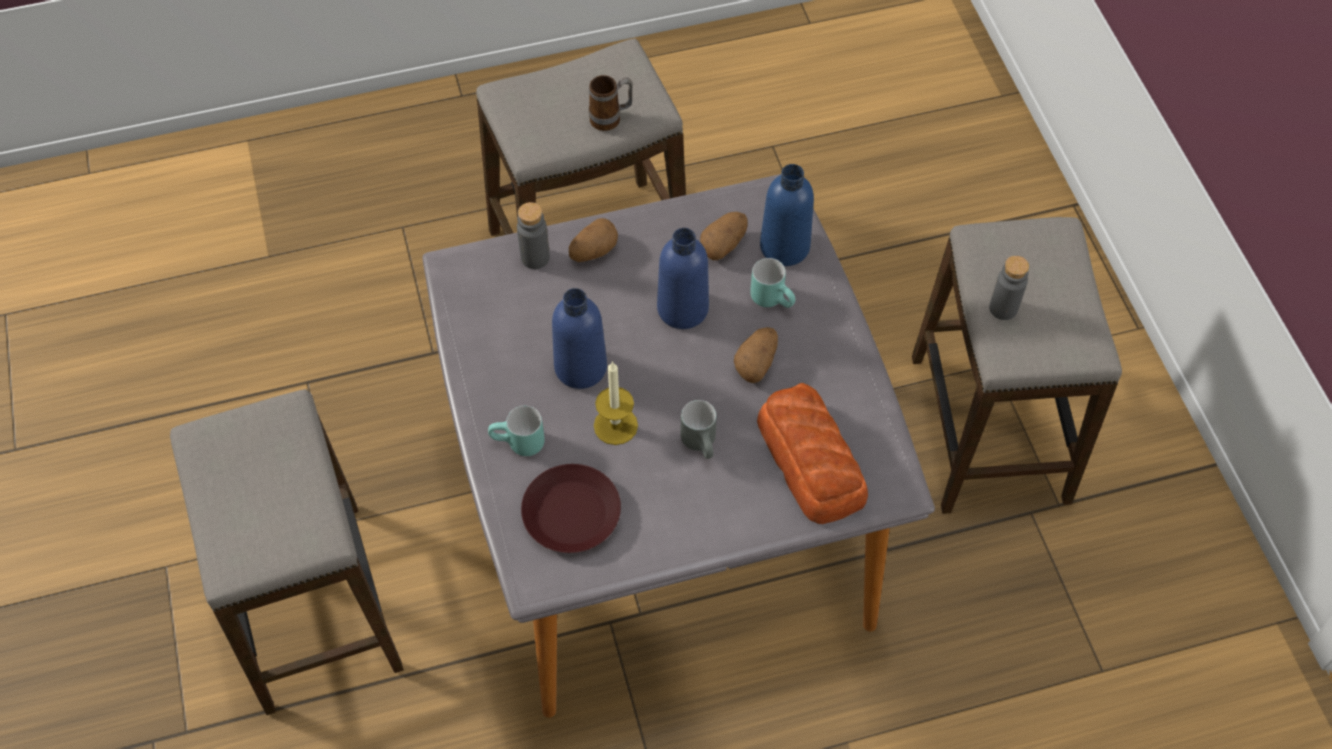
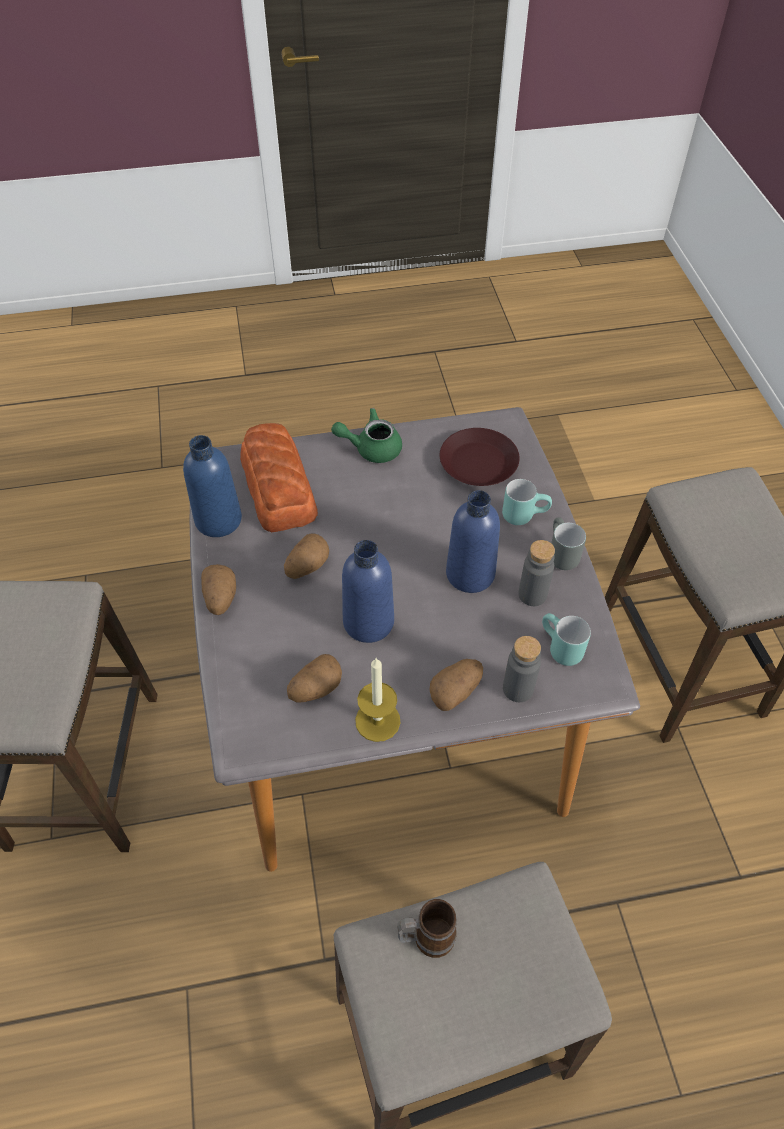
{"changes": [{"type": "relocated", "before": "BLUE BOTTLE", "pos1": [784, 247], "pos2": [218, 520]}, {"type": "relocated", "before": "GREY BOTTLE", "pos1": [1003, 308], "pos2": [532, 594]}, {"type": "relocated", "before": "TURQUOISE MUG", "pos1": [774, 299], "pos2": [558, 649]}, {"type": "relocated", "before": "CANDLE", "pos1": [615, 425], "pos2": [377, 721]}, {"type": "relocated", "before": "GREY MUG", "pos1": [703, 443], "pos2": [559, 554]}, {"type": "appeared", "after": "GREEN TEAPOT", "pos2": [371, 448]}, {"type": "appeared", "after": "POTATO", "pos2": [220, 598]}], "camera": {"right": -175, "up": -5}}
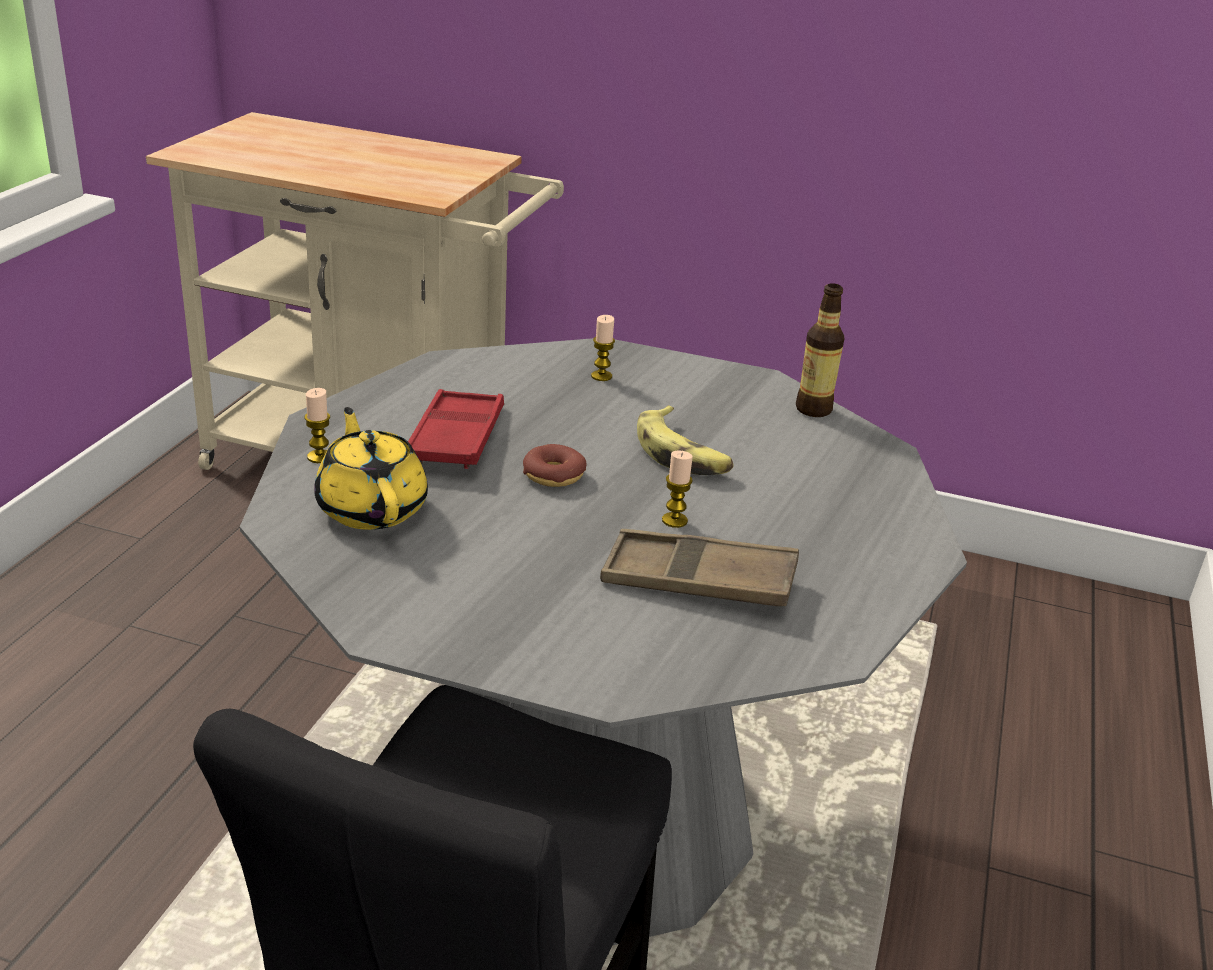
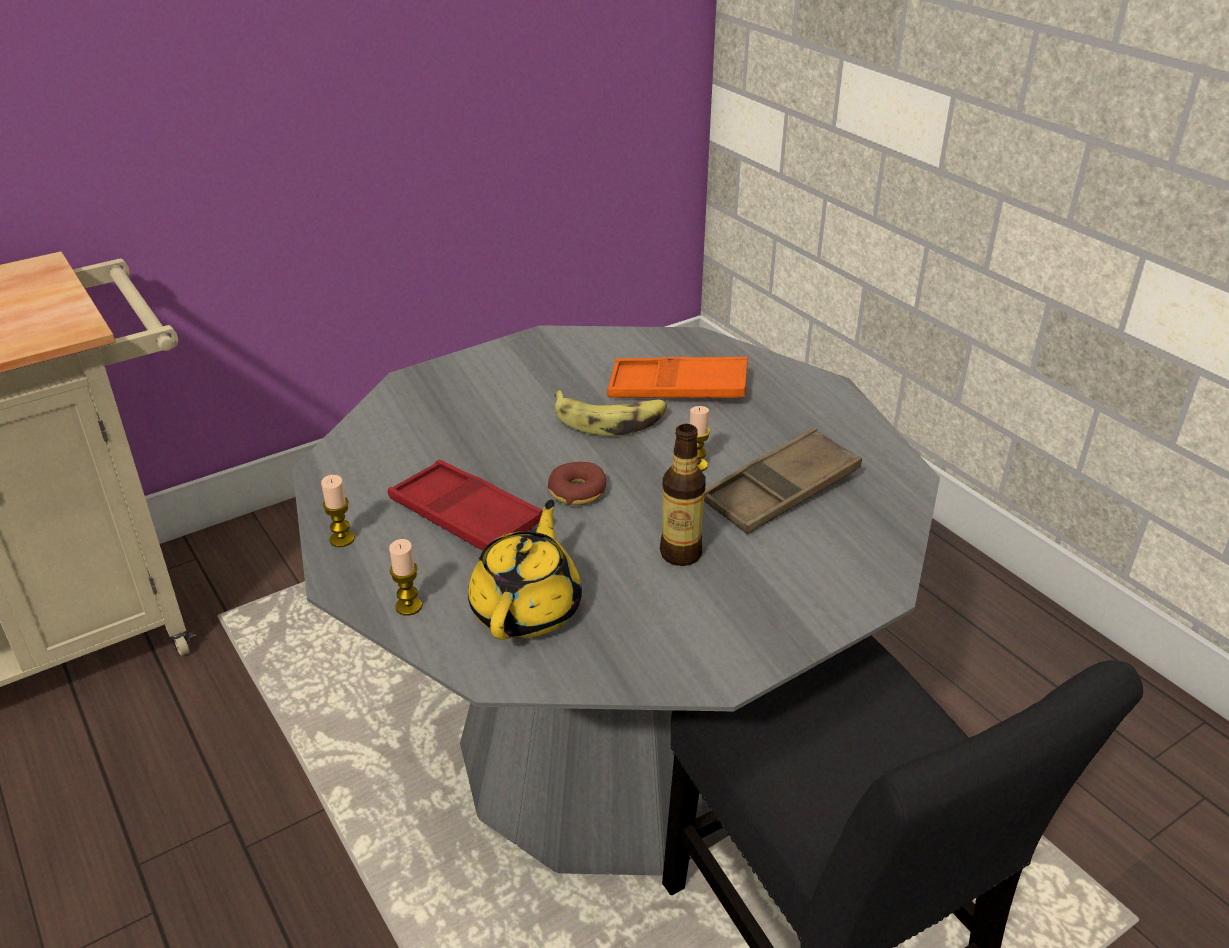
{"changes": [{"type": "relocated", "before": "BOTTLE", "pos1": [813, 409], "pos2": [681, 553]}, {"type": "relocated", "before": "CANDLE", "pos1": [601, 376], "pos2": [342, 539]}, {"type": "spun", "before": "YELLOW TEAPOT", "pos1": [372, 507], "pos2": [527, 608], "turn": 90}, {"type": "appeared", "after": "ORANGE TRAY", "pos2": [678, 388]}], "camera": {"right": -50, "up": 5}}
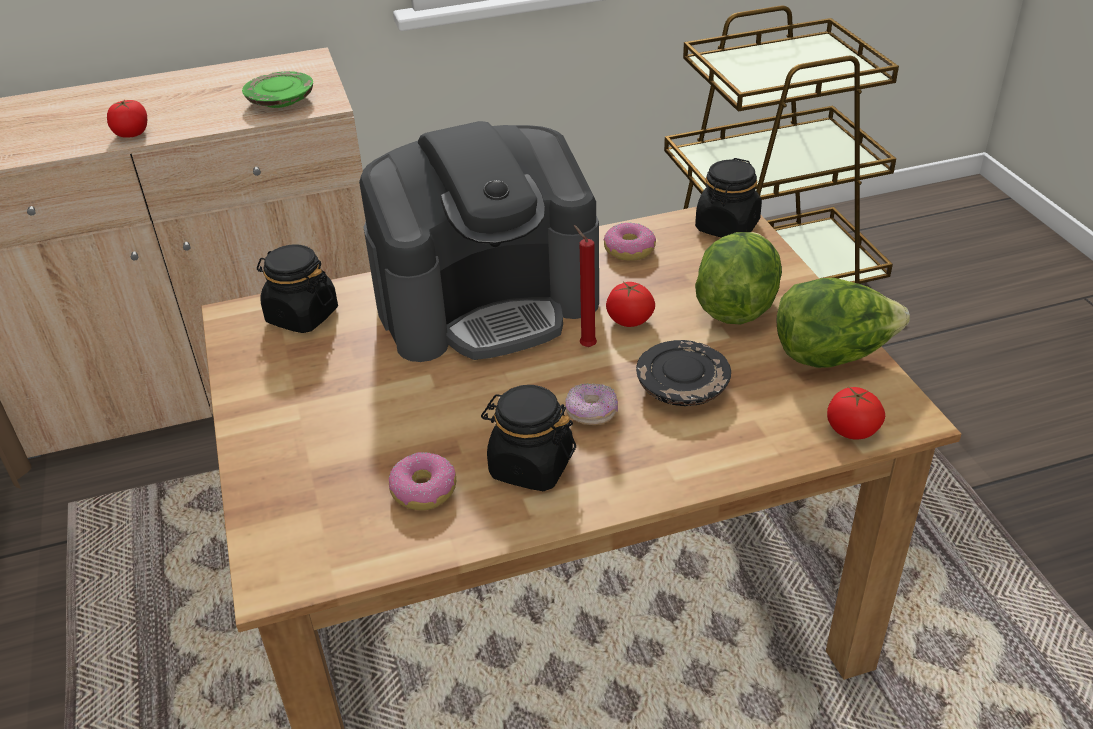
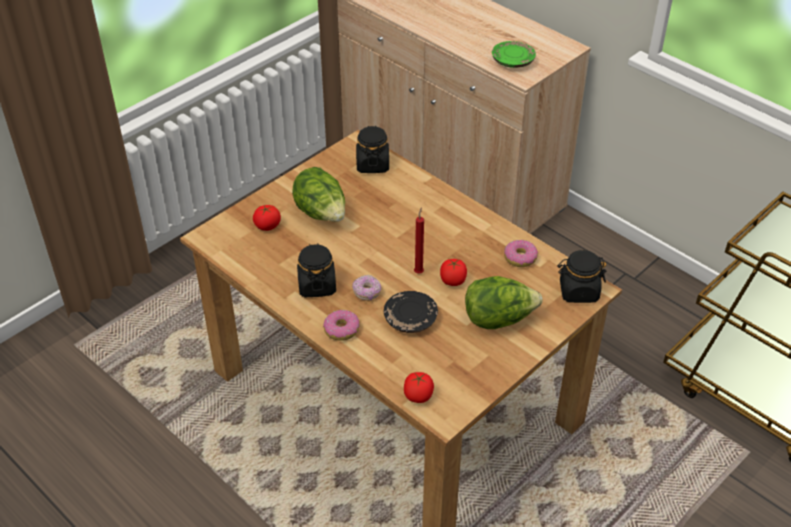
{"changes": [{"type": "relocated", "before": "TOMATO", "pos1": [132, 133], "pos2": [267, 226]}, {"type": "missing", "before": "COFFEE MACHINE", "pos1": [487, 302]}, {"type": "relocated", "before": "LETTUCE", "pos1": [832, 355], "pos2": [321, 214]}, {"type": "relocated", "before": "DONUT", "pos1": [423, 490], "pos2": [341, 329]}], "camera": {"right": 60, "up": 5}}
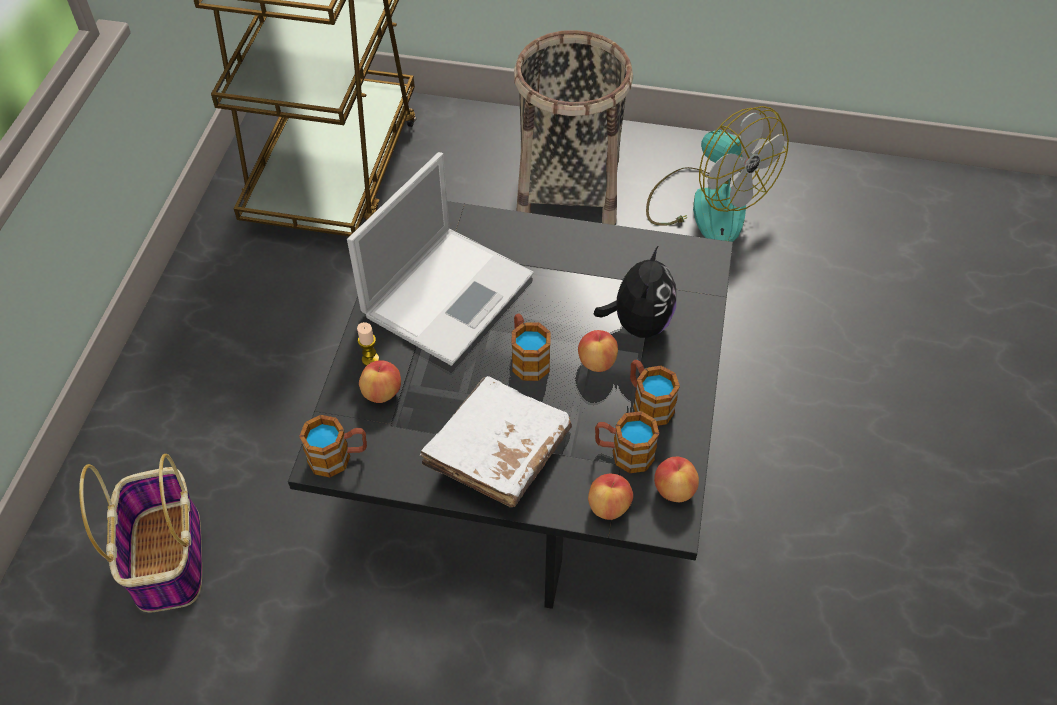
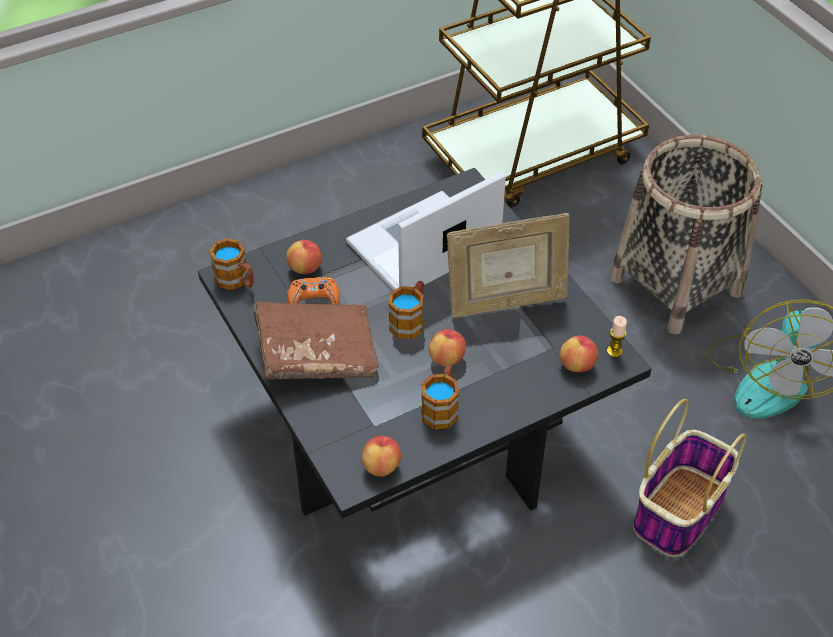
{"changes": [{"type": "spun", "before": "LAPTOP", "pos1": [449, 292], "pos2": [421, 247], "turn": 150}, {"type": "missing", "before": "PLUSH TOY", "pos1": [638, 323]}, {"type": "relocated", "before": "CANDLE", "pos1": [370, 359], "pos2": [614, 351]}, {"type": "colour", "before": "WHITE BOOK", "after": "BROWN BOOK", "pos1": [498, 453], "pos2": [317, 354]}, {"type": "missing", "before": "MUG", "pos1": [623, 453]}, {"type": "relocated", "before": "BASKET", "pos1": [167, 555], "pos2": [679, 509]}, {"type": "relocated", "before": "APPLE", "pos1": [609, 506], "pos2": [577, 365]}, {"type": "appeared", "after": "PICTURE FRAME", "pos2": [506, 304]}, {"type": "appeared", "after": "ORANGE GAME CONTROLLER", "pos2": [313, 298]}], "camera": {"right": 50, "up": -5}}
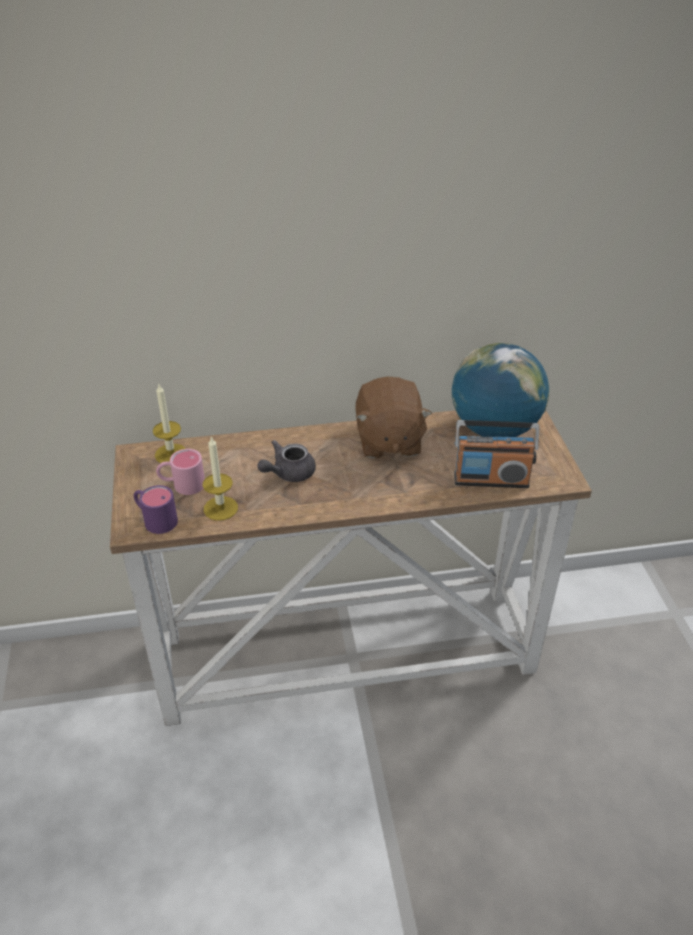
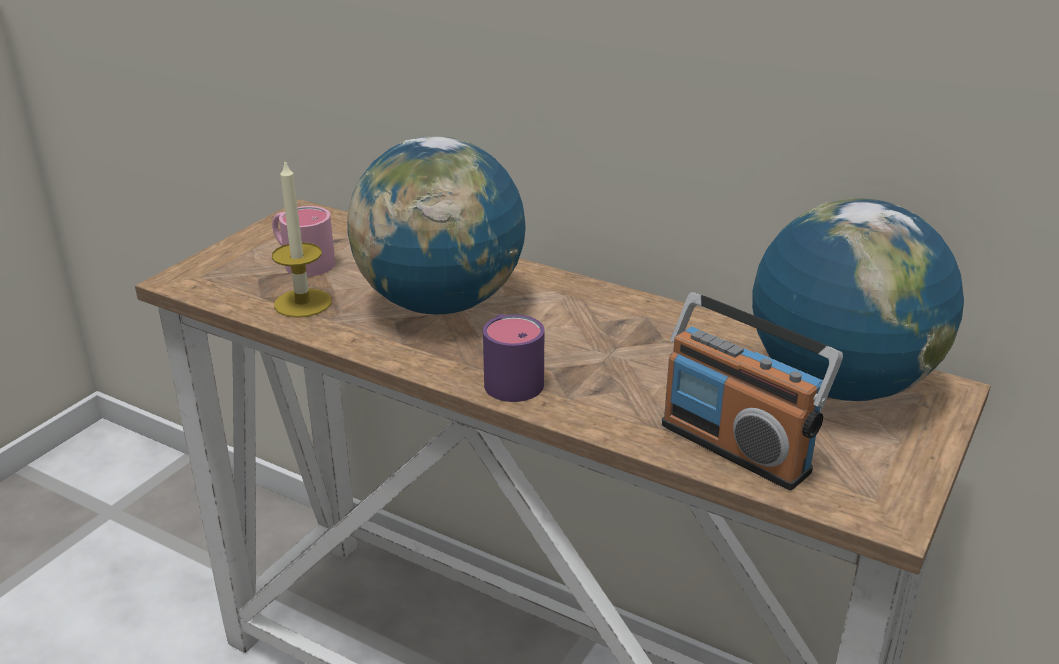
{"changes": [{"type": "missing", "before": "BROWN PLUSH TOY", "pos1": [388, 441]}, {"type": "missing", "before": "CANDLE", "pos1": [171, 454]}, {"type": "exchanged", "before": "GREY TEAPOT", "after": "GLOBE", "pos1": [288, 473], "pos2": [440, 304]}, {"type": "relocated", "before": "PURPLE MUG", "pos1": [155, 519], "pos2": [509, 377]}], "camera": {"right": 40, "up": -10}}
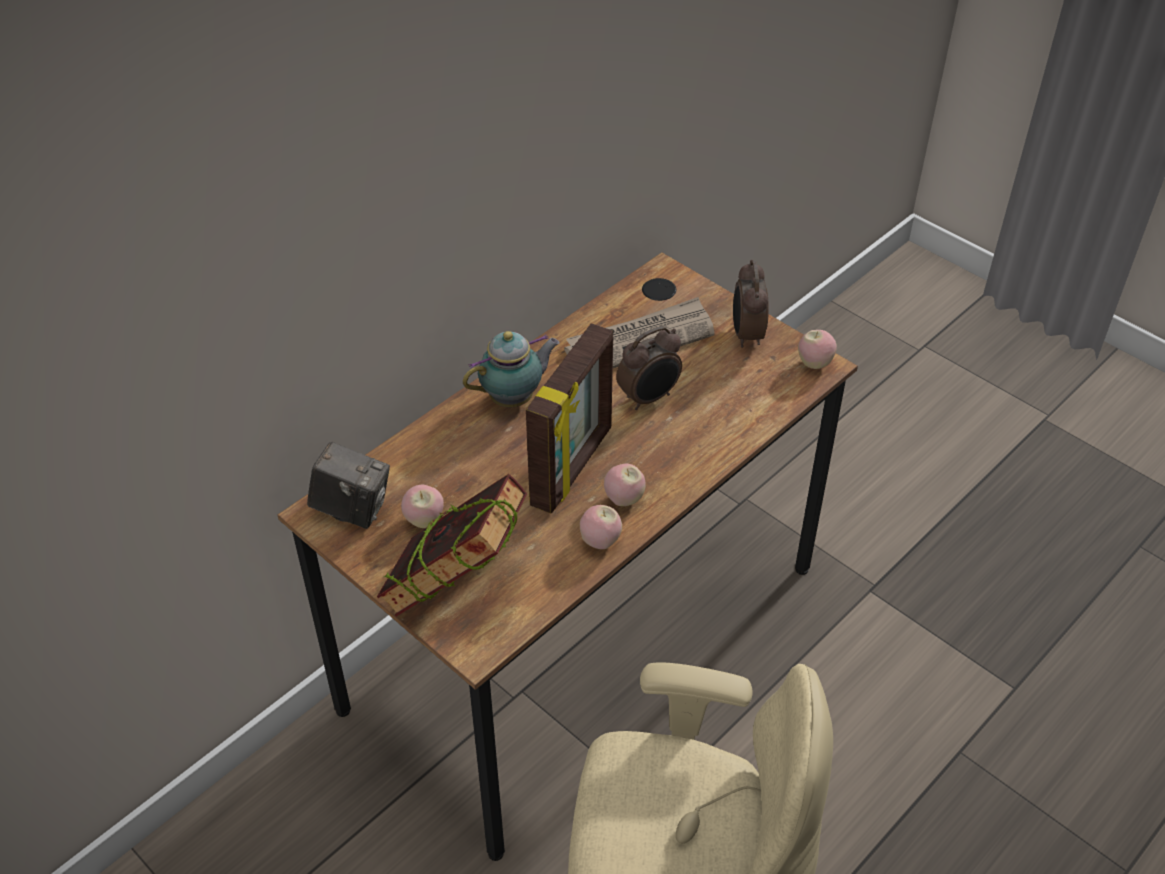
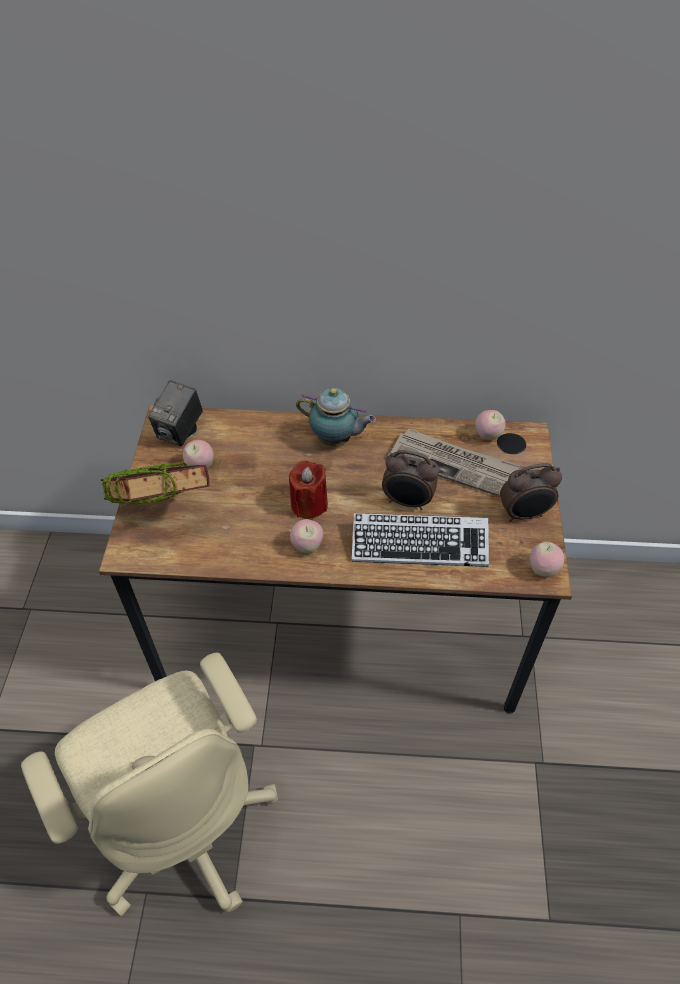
{"changes": [{"type": "spun", "before": "ALARM CLOCK", "pos1": [746, 335], "pos2": [524, 514], "turn": -150}, {"type": "exchanged", "before": "PICTURE FRAME", "after": "RED CANDLE", "pos1": [573, 467], "pos2": [309, 504]}, {"type": "spun", "before": "PHOTO CAMERA", "pos1": [352, 508], "pos2": [180, 431], "turn": 45}, {"type": "relocated", "before": "APPLE", "pos1": [600, 541], "pos2": [487, 435]}, {"type": "appeared", "after": "KEYBOARD", "pos2": [419, 544]}], "camera": {"right": 50, "up": 5}}
